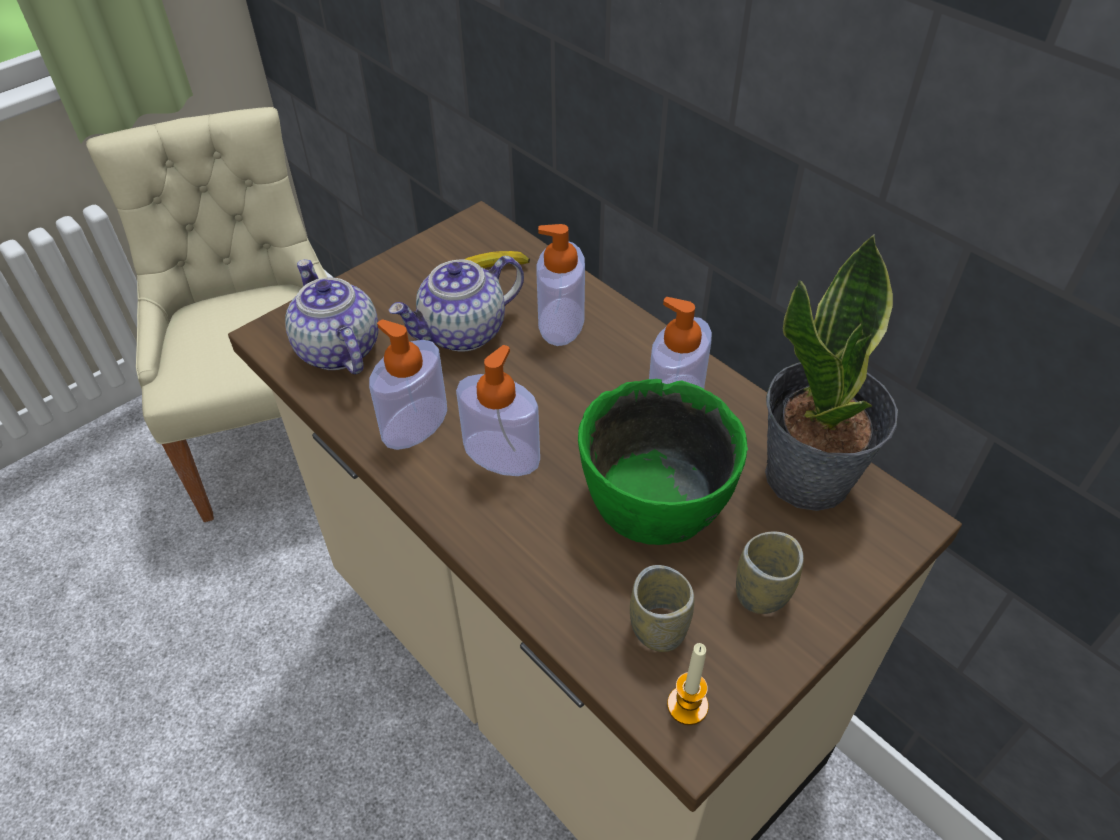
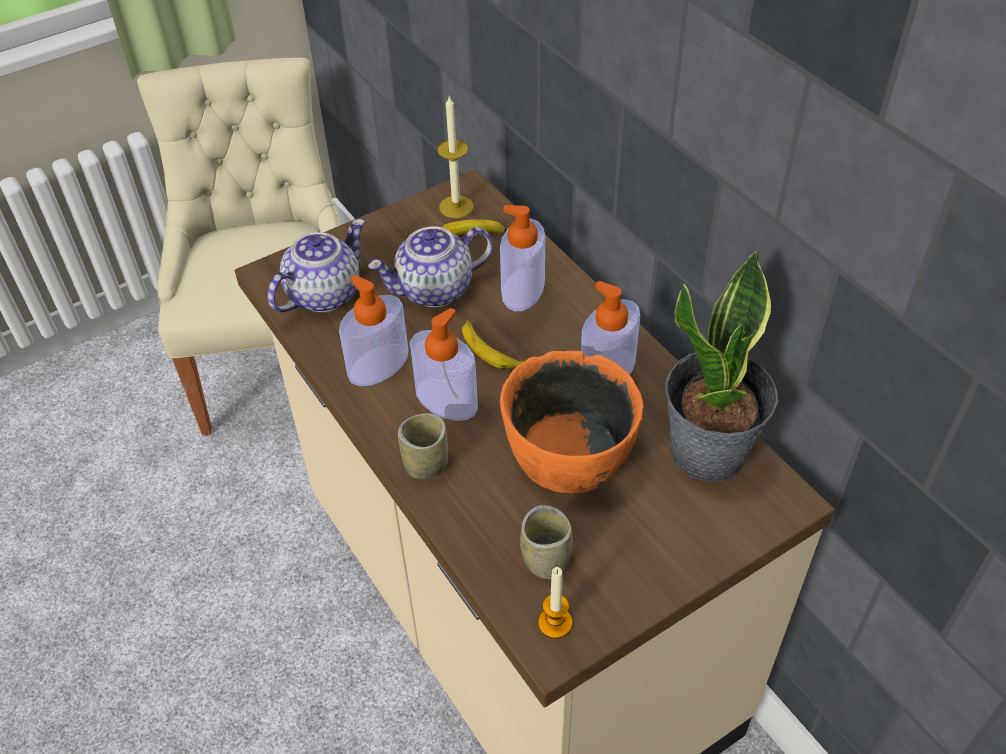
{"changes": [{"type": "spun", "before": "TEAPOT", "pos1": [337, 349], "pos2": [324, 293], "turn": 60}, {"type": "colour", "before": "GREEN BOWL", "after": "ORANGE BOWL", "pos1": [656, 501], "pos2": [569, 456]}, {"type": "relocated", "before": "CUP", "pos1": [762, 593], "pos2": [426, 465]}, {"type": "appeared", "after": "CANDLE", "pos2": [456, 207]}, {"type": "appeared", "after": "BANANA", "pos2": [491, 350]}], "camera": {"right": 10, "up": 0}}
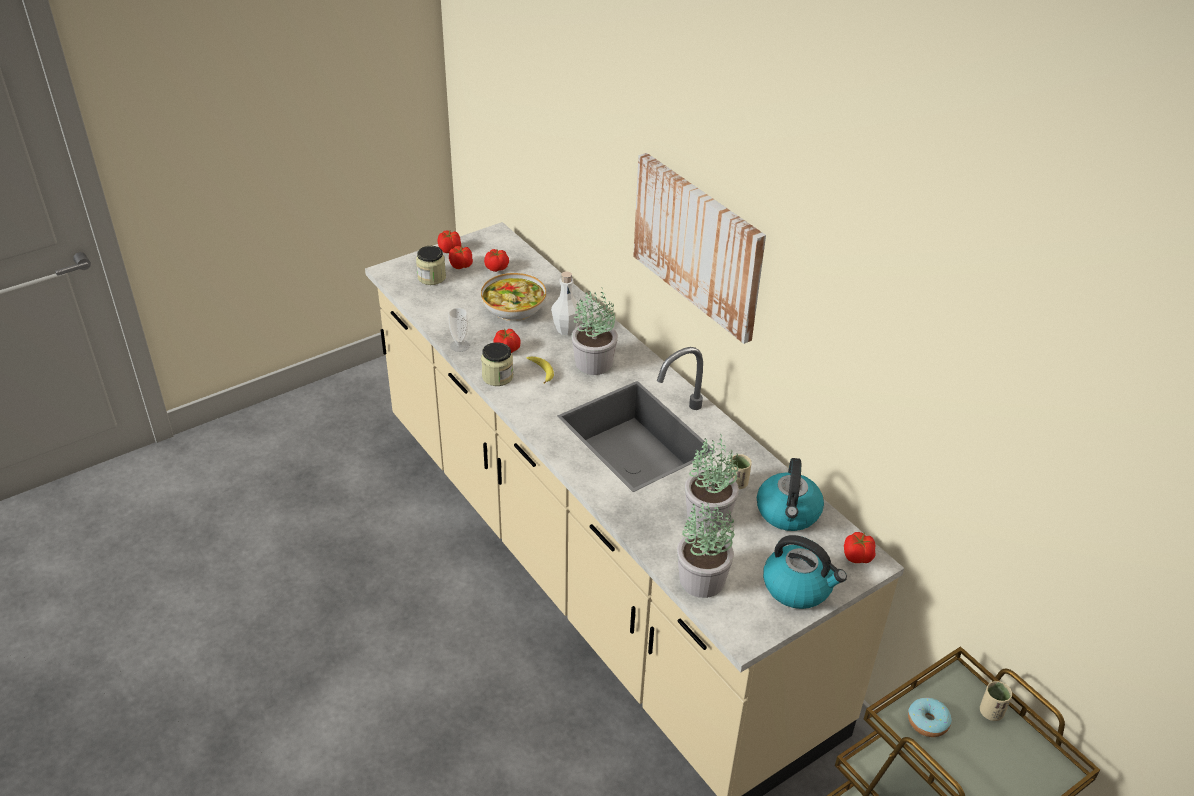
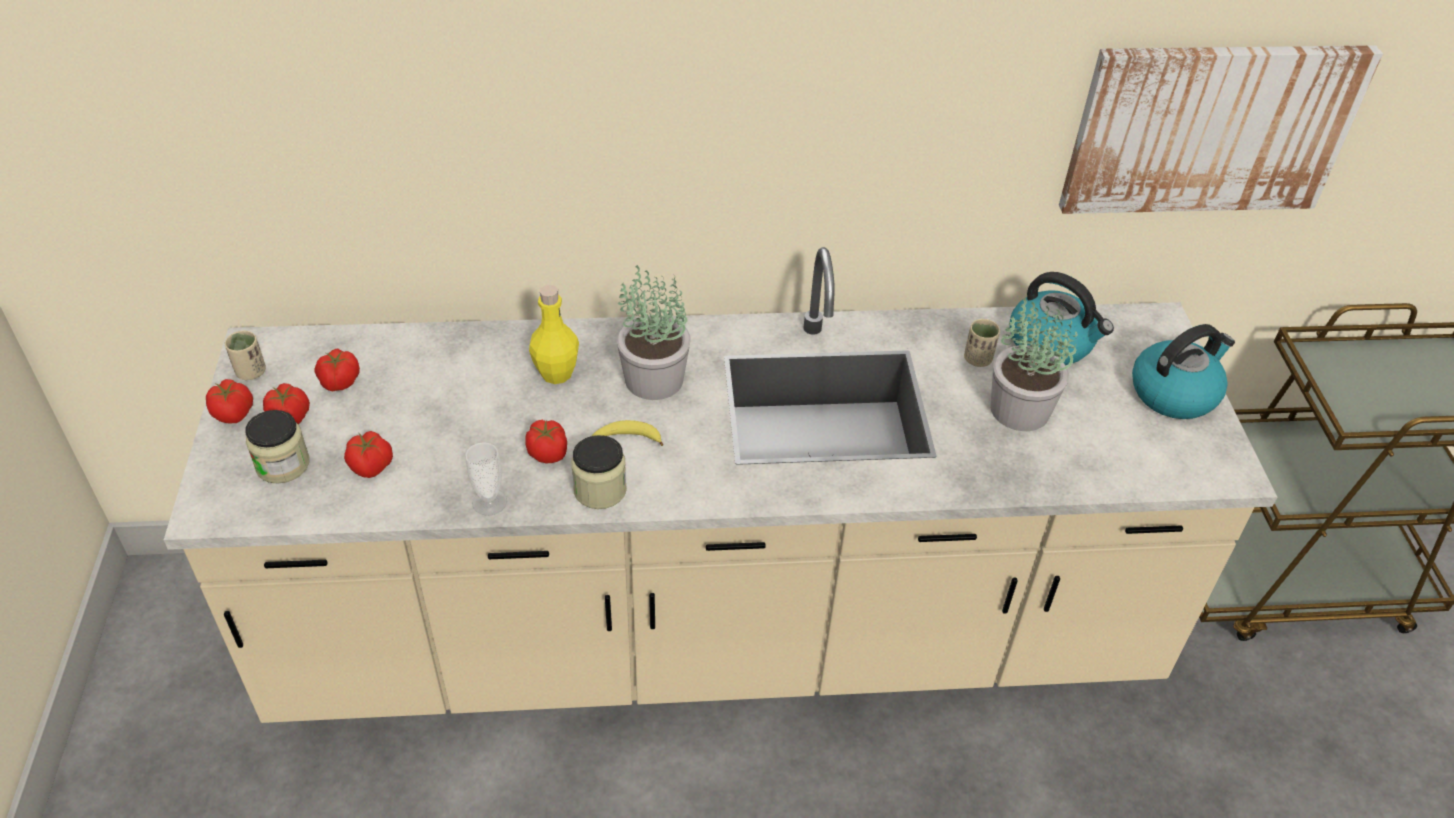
{"changes": [{"type": "relocated", "before": "PICTURE", "pos1": [698, 245], "pos2": [1210, 128]}, {"type": "colour", "before": "WHITE BOTTLE", "after": "YELLOW BOTTLE", "pos1": [566, 329], "pos2": [556, 373]}, {"type": "missing", "before": "BOWL", "pos1": [514, 307]}, {"type": "missing", "before": "POTTED PLANT", "pos1": [702, 581]}, {"type": "relocated", "before": "TOMATO", "pos1": [858, 557], "pos2": [372, 467]}, {"type": "relocated", "before": "BEIGE CUP", "pos1": [991, 712], "pos2": [251, 372]}, {"type": "missing", "before": "DONUT", "pos1": [927, 722]}], "camera": {"right": -60, "up": 5}}
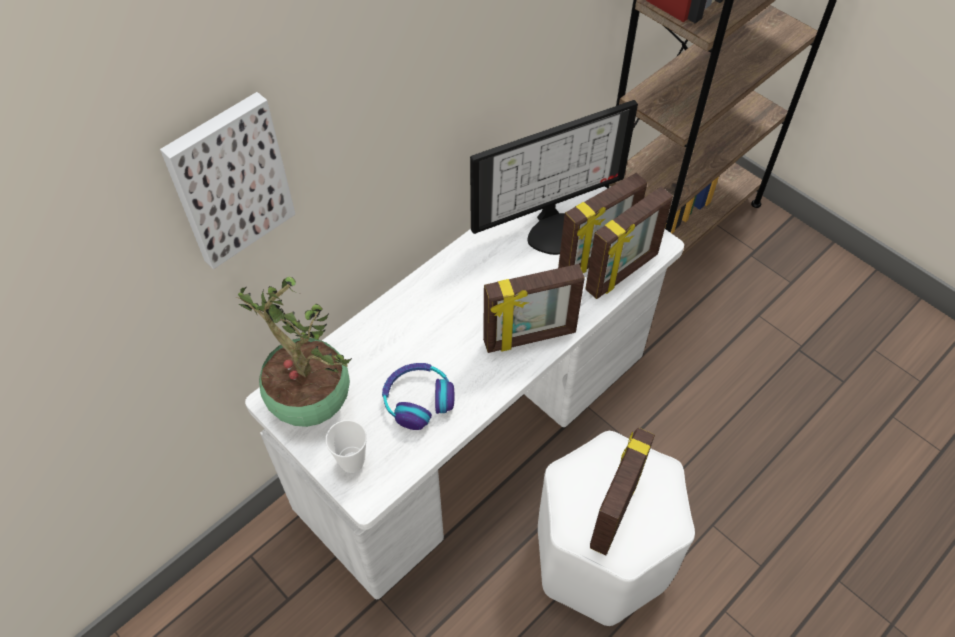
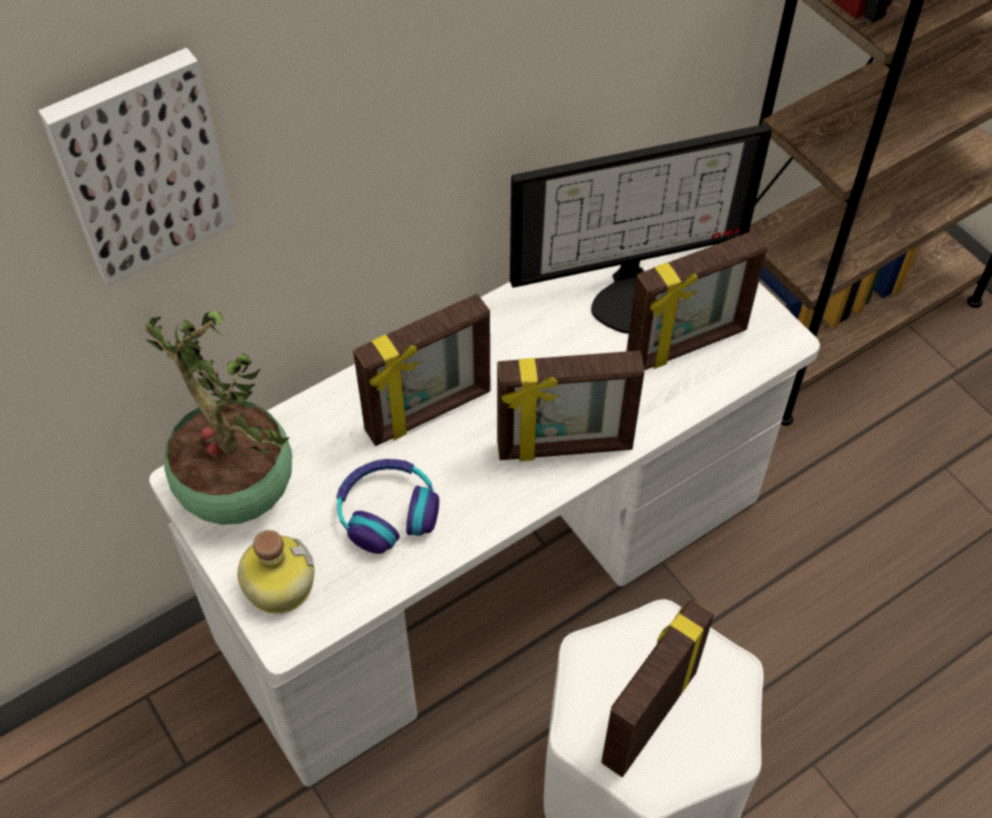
{"changes": [{"type": "relocated", "before": "PICTURE FRAME", "pos1": [623, 273], "pos2": [429, 413]}, {"type": "exchanged", "before": "CUP", "after": "BOTTLE", "pos1": [352, 462], "pos2": [277, 584]}], "camera": {"right": 10, "up": 0}}
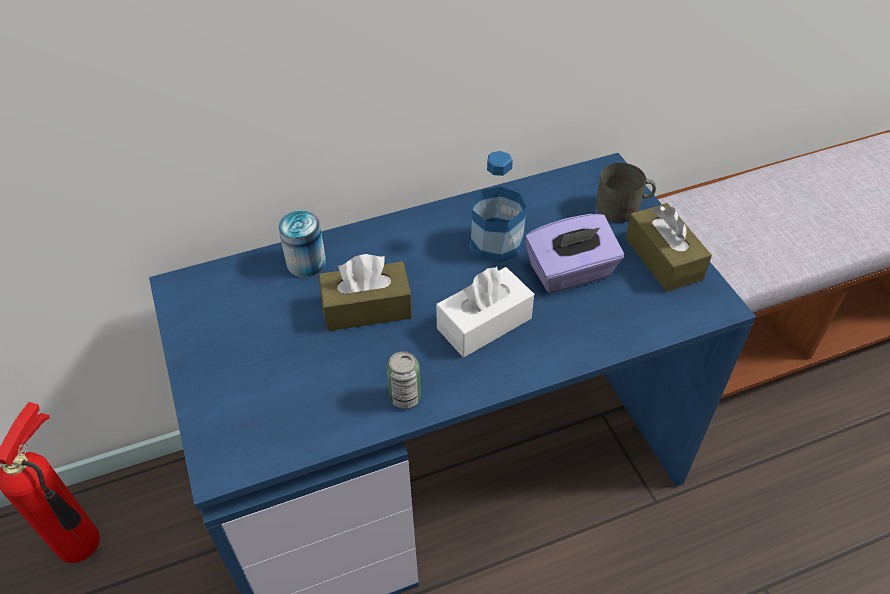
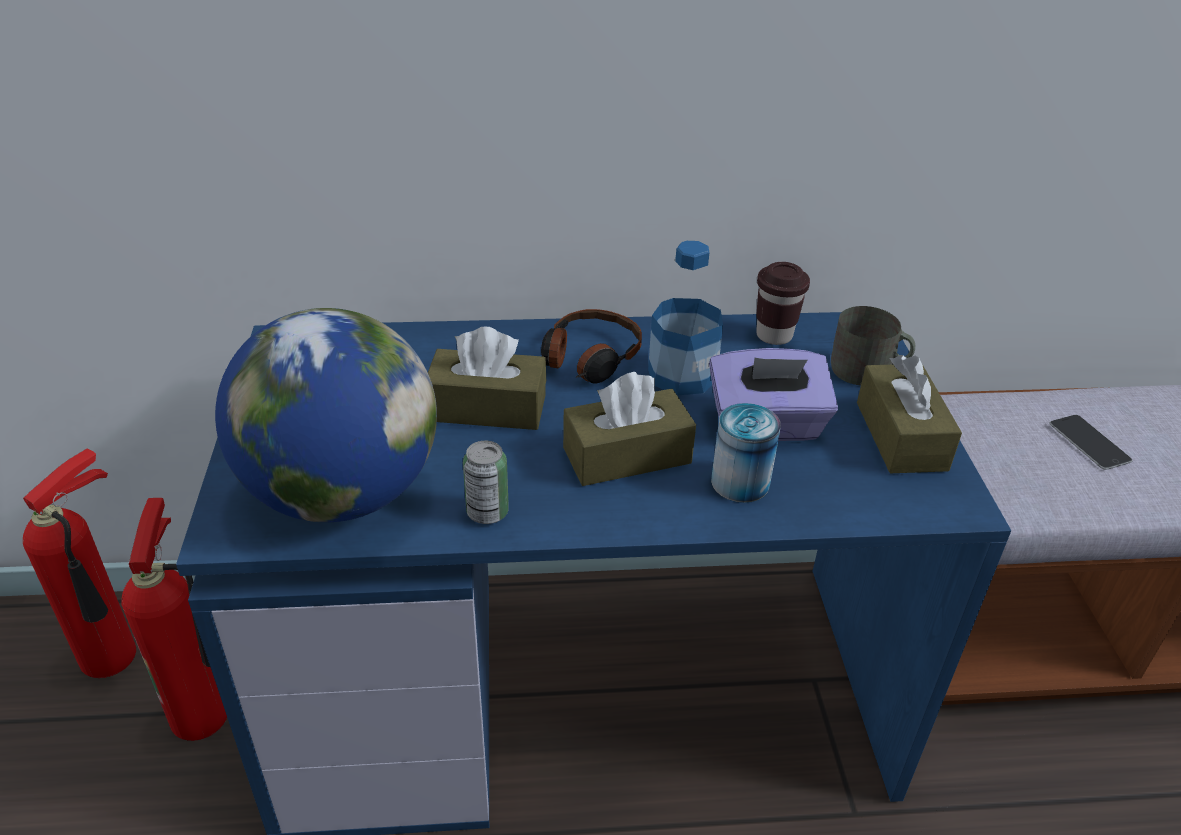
{"changes": [{"type": "relocated", "before": "CAN", "pos1": [306, 262], "pos2": [740, 482]}, {"type": "colour", "before": "WHITE TISSUE BOX", "after": "BROWN TISSUE BOX", "pos1": [484, 323], "pos2": [627, 455]}, {"type": "appeared", "after": "BROWN CUP", "pos2": [774, 335]}, {"type": "appeared", "after": "GLOBE", "pos2": [342, 493]}, {"type": "appeared", "after": "HEADPHONES", "pos2": [589, 358]}, {"type": "appeared", "after": "PHONE", "pos2": [1089, 442]}, {"type": "appeared", "after": "FIRE EXTINGUISHER", "pos2": [207, 712]}], "camera": {"right": 15, "up": -10}}
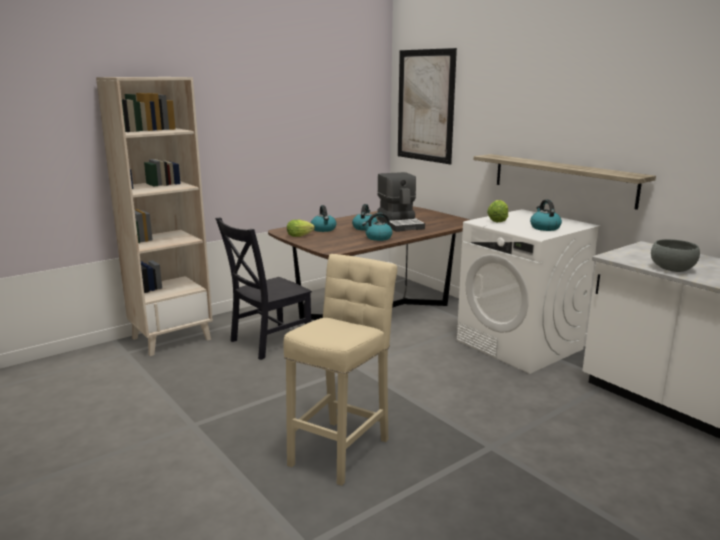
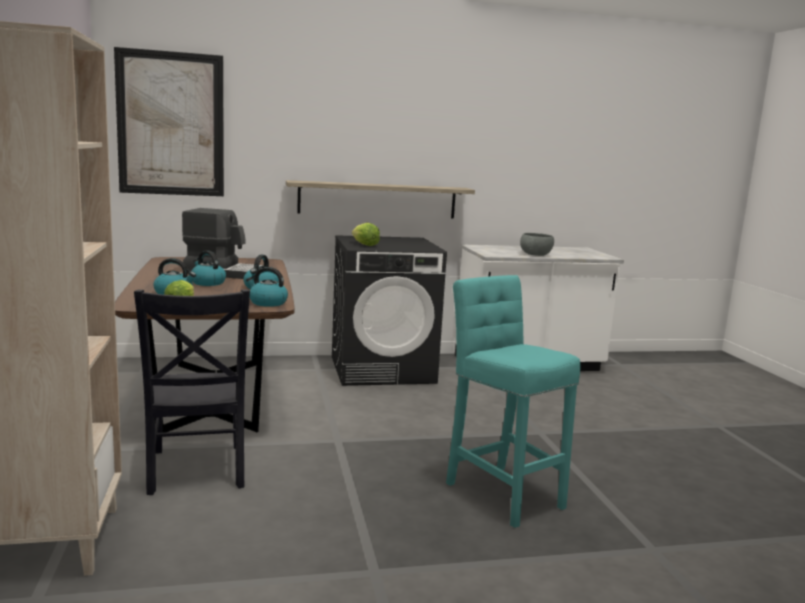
{"changes": [{"type": "relocated", "before": "KETTLE", "pos1": [544, 228], "pos2": [267, 303]}, {"type": "colour", "before": "WHITE WASHING MACHINE", "after": "BLACK WASHING MACHINE", "pos1": [519, 345], "pos2": [383, 369]}, {"type": "colour", "before": "BEIGE STOOL", "after": "TURQUOISE STOOL", "pos1": [342, 448], "pos2": [501, 492]}], "camera": {"right": -65, "up": -5}}
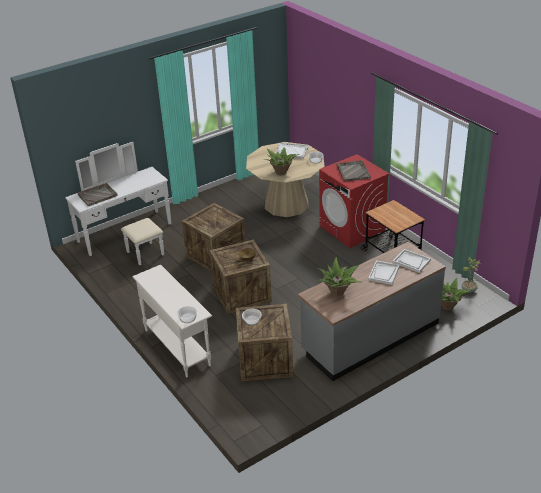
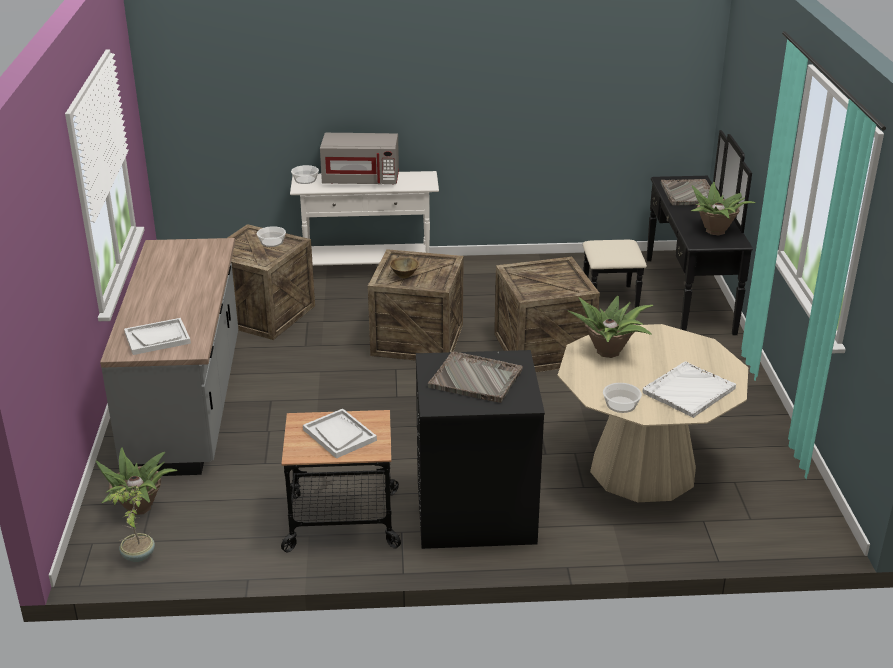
{"changes": [{"type": "colour", "before": "WHITE DRESSER", "after": "BLACK DRESSER", "pos1": [129, 237], "pos2": [671, 296]}, {"type": "colour", "before": "RED WASHING MACHINE", "after": "BLACK WASHING MACHINE", "pos1": [352, 229], "pos2": [474, 511]}, {"type": "relocated", "before": "POTTED PLANT", "pos1": [338, 292], "pos2": [715, 231]}, {"type": "relocated", "before": "WHITE TRAY", "pos1": [384, 273], "pos2": [339, 435]}, {"type": "appeared", "after": "GREY MICROWAVE", "pos2": [361, 180]}], "camera": {"right": 120, "up": -5}}
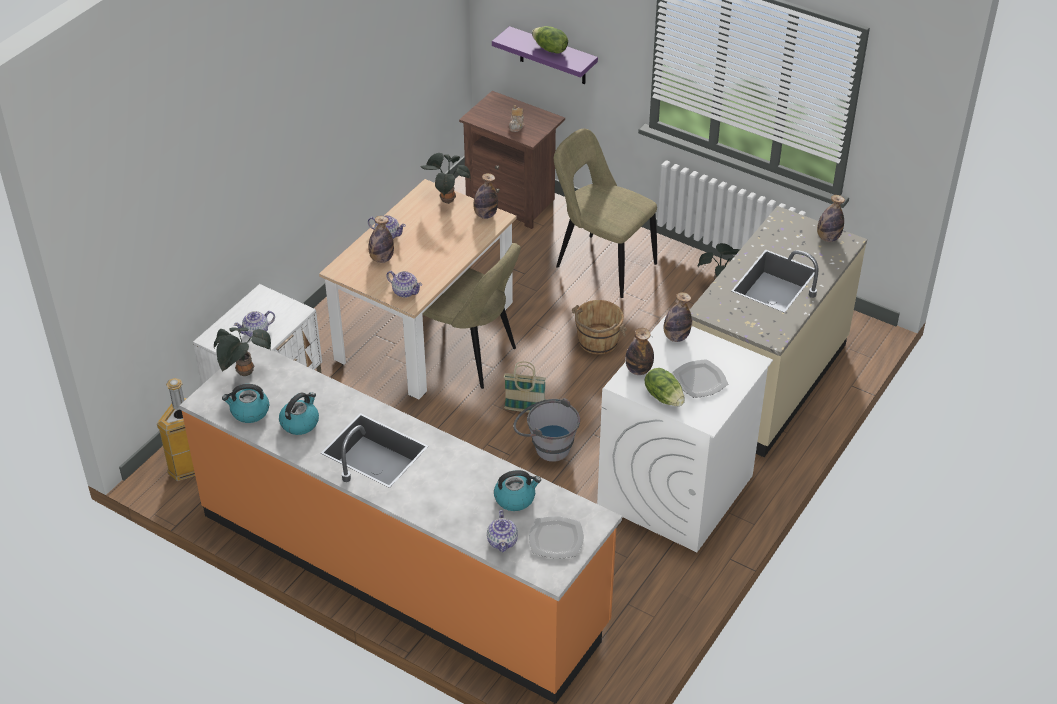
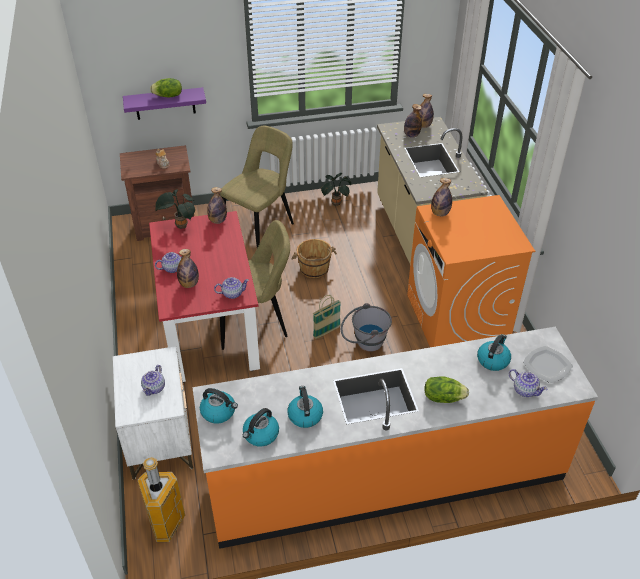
{"changes": [{"type": "spun", "before": "BEIGE CHAIR", "pos1": [602, 264], "pos2": [261, 228], "turn": 135}, {"type": "colour", "before": "BEIGE DINING TABLE", "after": "RED DINING TABLE", "pos1": [425, 331], "pos2": [210, 328]}, {"type": "colour", "before": "WHITE WASHING MACHINE", "after": "ORANGE WASHING MACHINE", "pos1": [675, 491], "pos2": [457, 318]}, {"type": "exchanged", "before": "POTTED PLANT", "after": "KETTLE", "pos1": [244, 373], "pos2": [219, 412]}, {"type": "relocated", "before": "BOTTLE", "pos1": [638, 370], "pos2": [411, 135]}, {"type": "missing", "before": "PLATE", "pos1": [699, 381]}, {"type": "relocated", "before": "LETTUCE", "pos1": [664, 397], "pos2": [443, 397]}], "camera": {"right": -45, "up": 0}}
